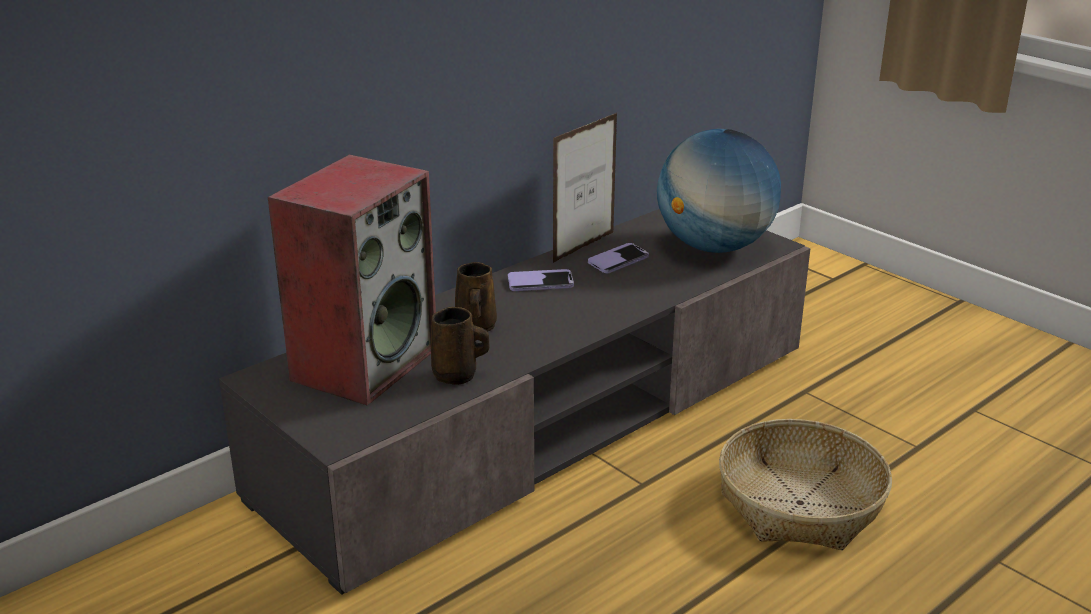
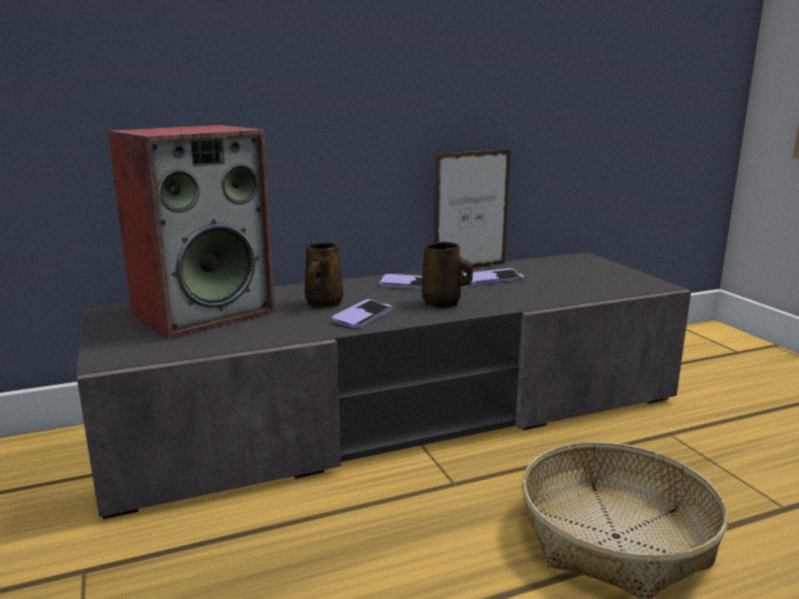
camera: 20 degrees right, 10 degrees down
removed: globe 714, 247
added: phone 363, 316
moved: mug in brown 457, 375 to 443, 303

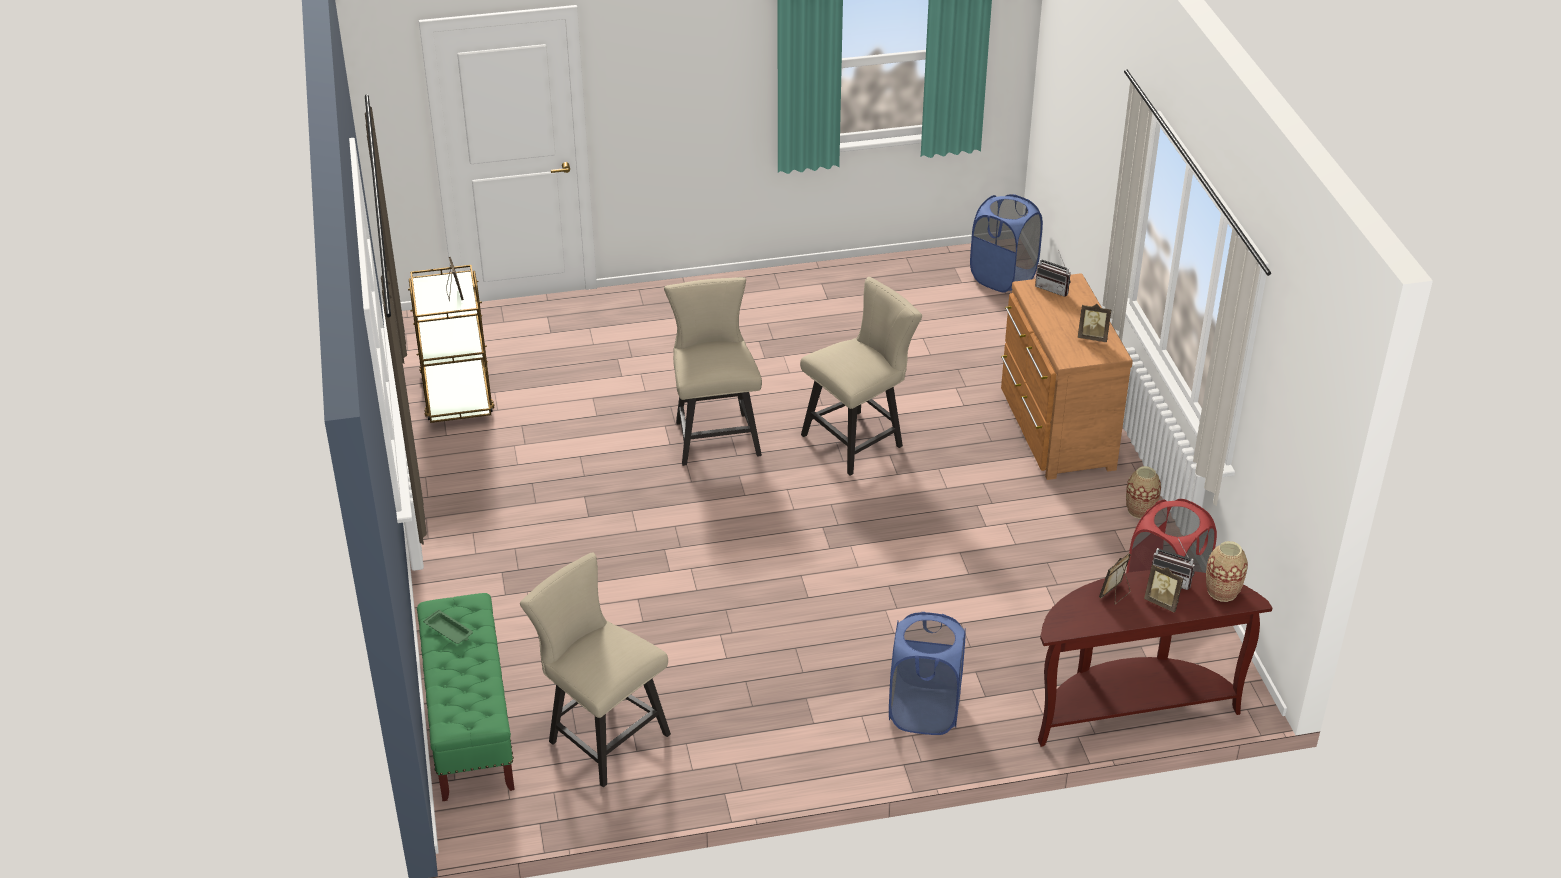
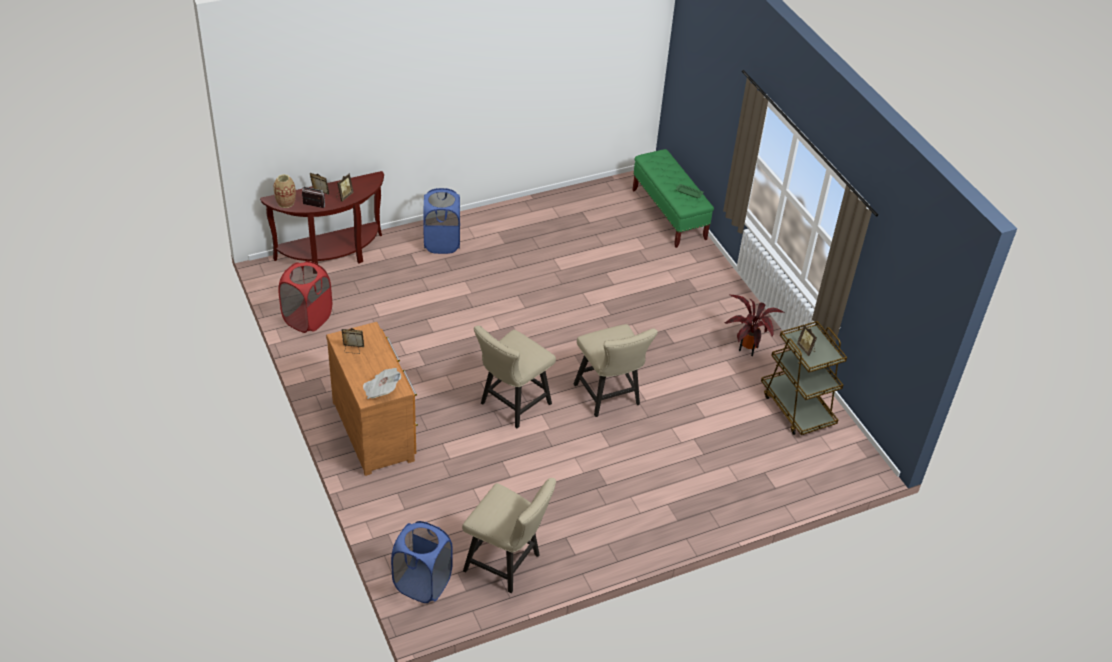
camera: 165 degrees right, 5 degrees up
removed: vase 1140, 510
added: potted plant 746, 350
moved: chair in beige 602, 735 to 507, 564
replaced: radio 1054, 288 to newspaper 381, 390

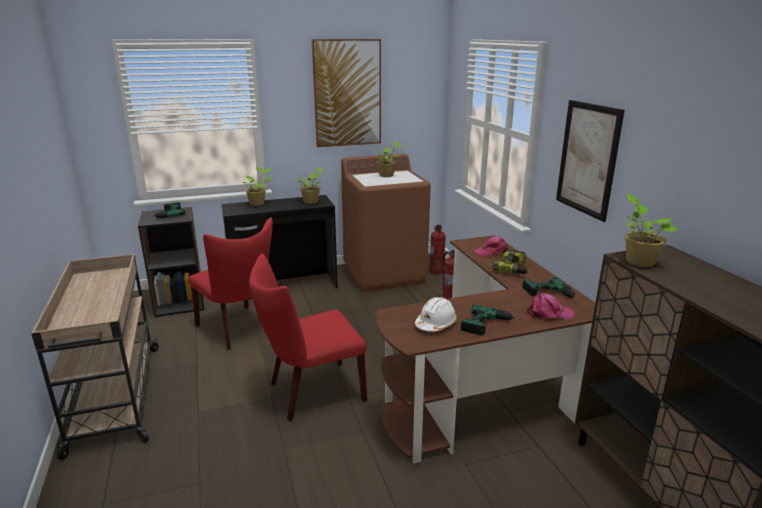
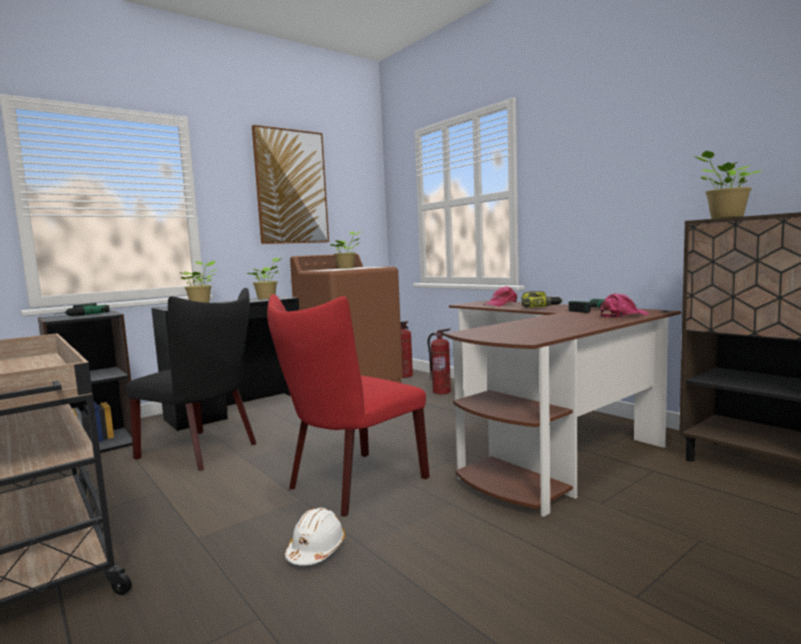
camera: 20 degrees left, 15 degrees down
removed: power drill 492, 326; picture 587, 159
moved: hard hat in white 436, 324 to 316, 550
recoloured: chair in red 240, 329 to chair in black 204, 451

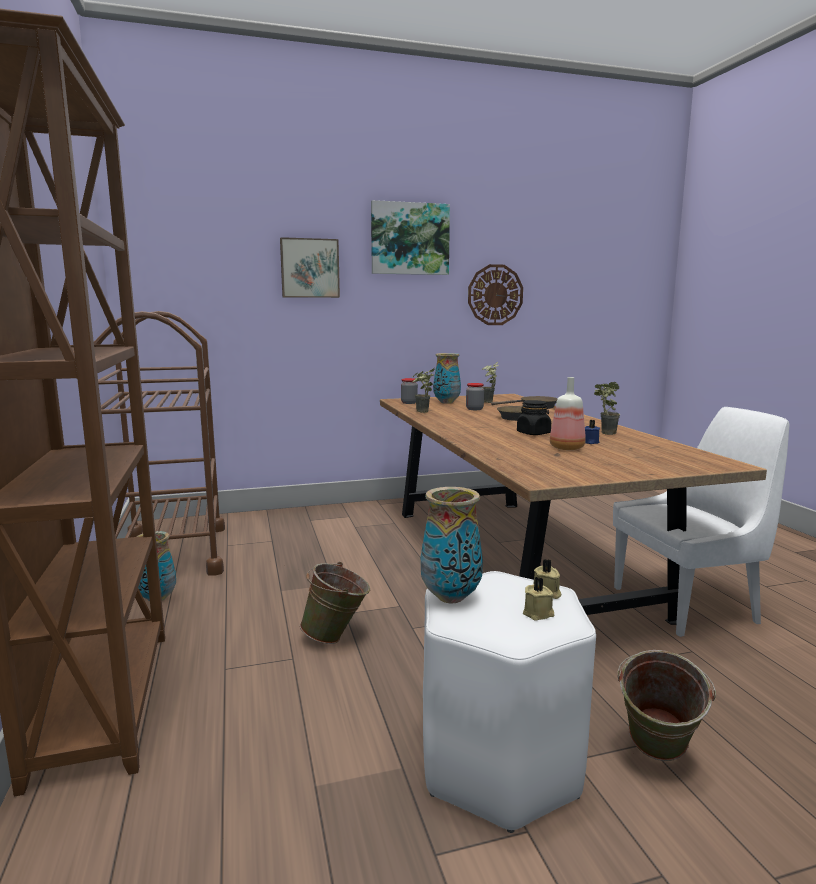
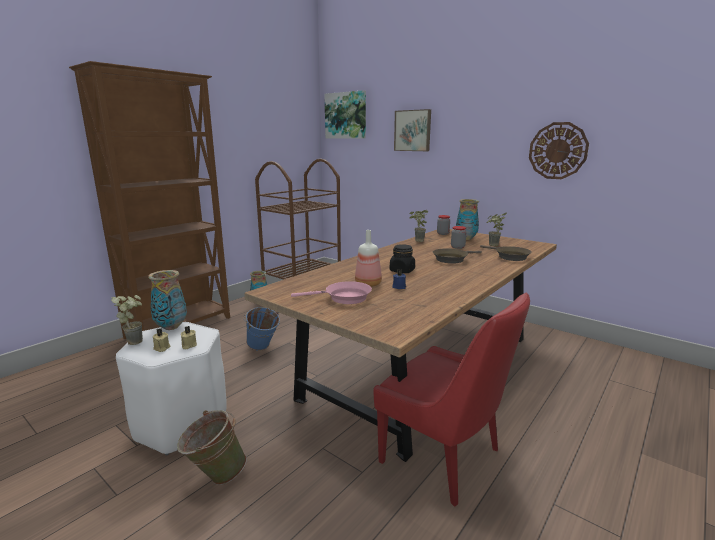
camera: 55 degrees right, 5 degrees up
added: frying pan in pink 344, 298
moved: potted plant 604, 433 to 135, 340; picture 409, 239 to 346, 115
recoloured: bucket in green 337, 637 to bucket in blue 263, 349; chair in white 688, 604 to chair in red 444, 458

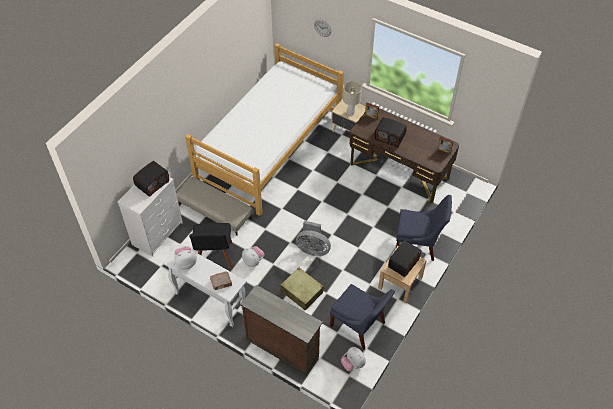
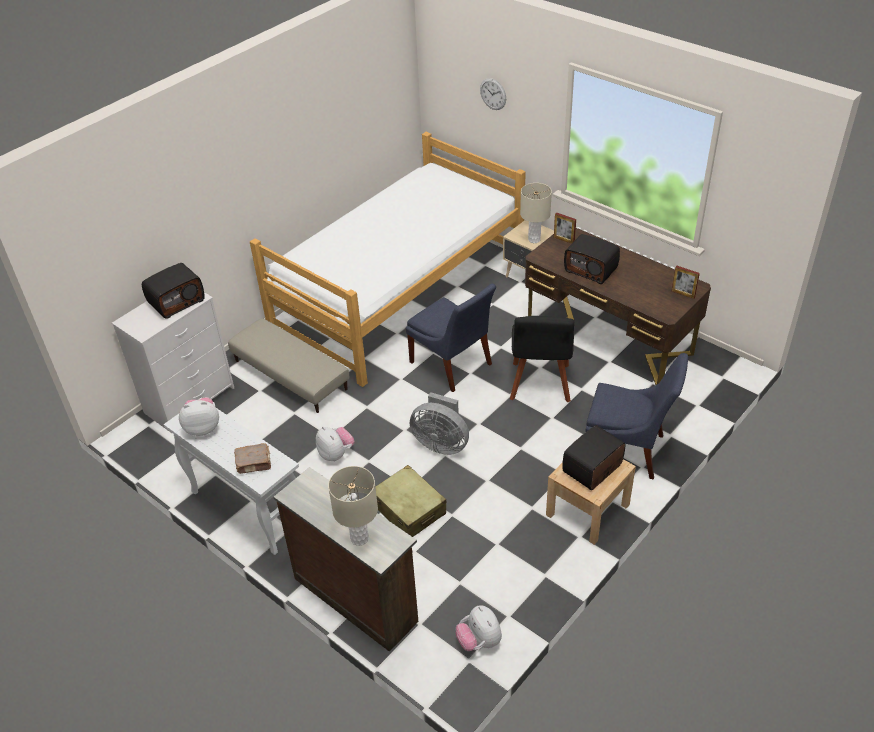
camera: 10 degrees right, 10 degrees down
added: table lamp in beige 359, 538
moved: chair in blue 359, 326 to 452, 365; chair in black 214, 258 to 540, 385

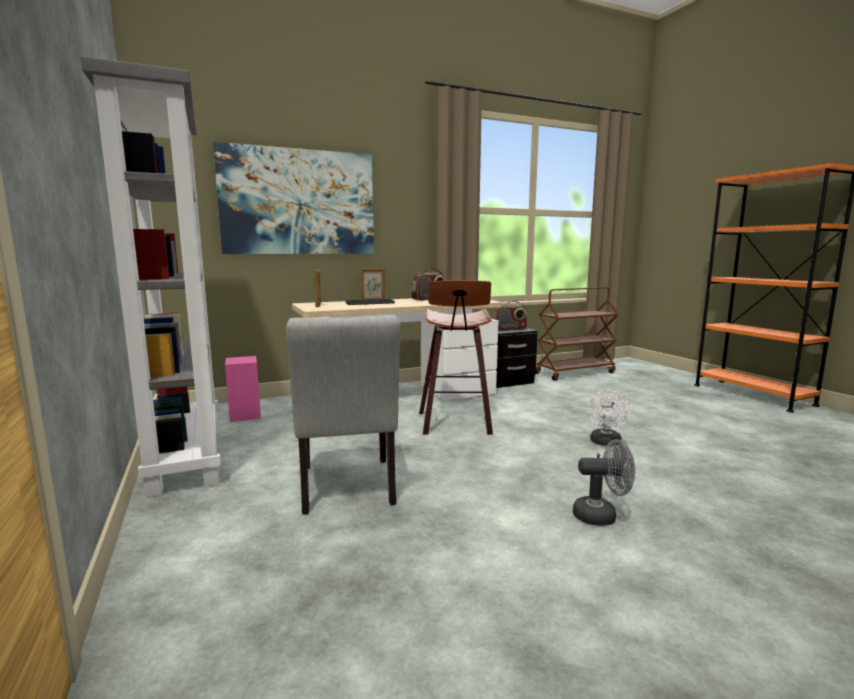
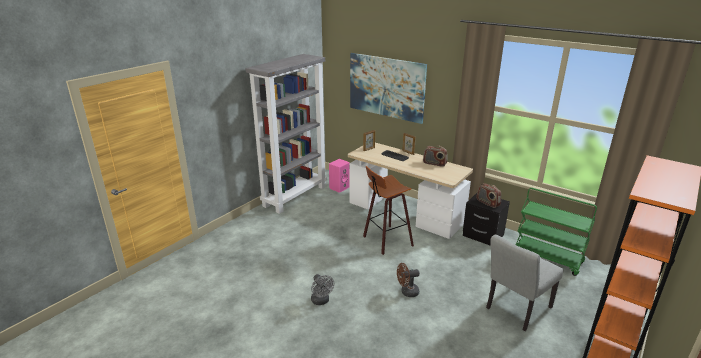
camera: 60 degrees right, 15 degrees up
moved: chair in grey 347, 489 to 515, 310
recoloured: fan in white 606, 443 to fan in brown 407, 292; cart in brown 574, 373 to cart in green 547, 258

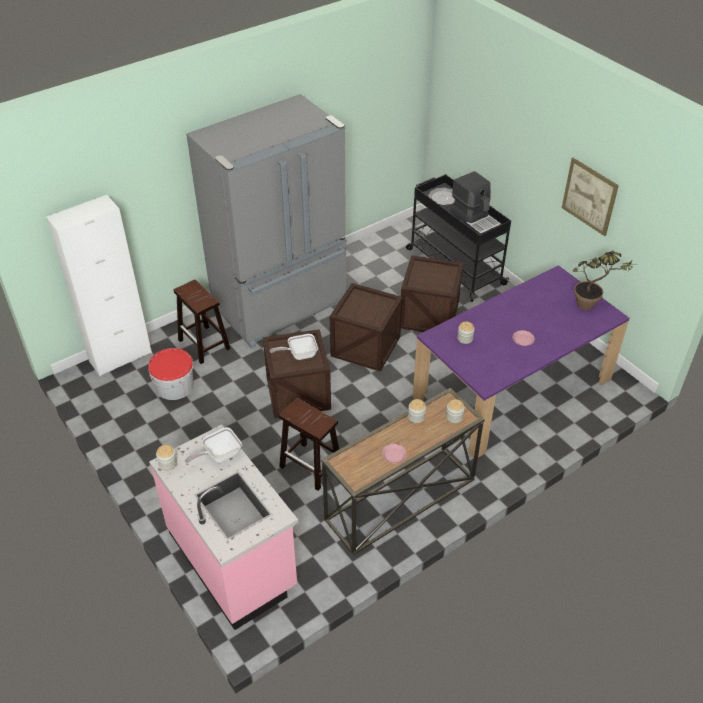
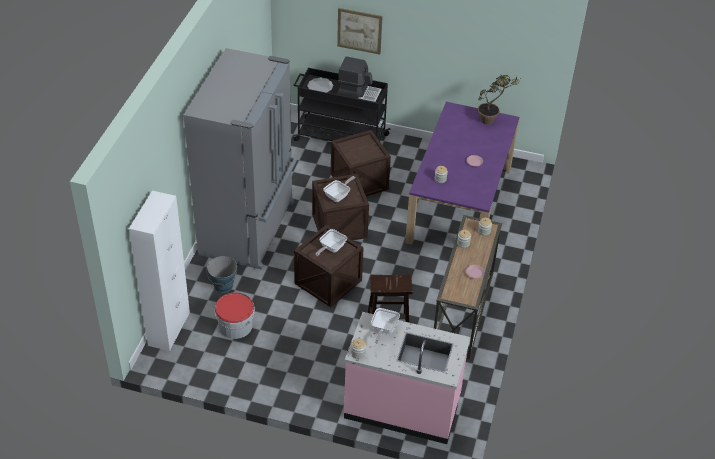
camera: 40 degrees left, 0 degrees up
added: frying pan 338, 196
moved: picture 589, 196 to 359, 30
replaced: stool in brown 204, 345 to bucket 223, 285

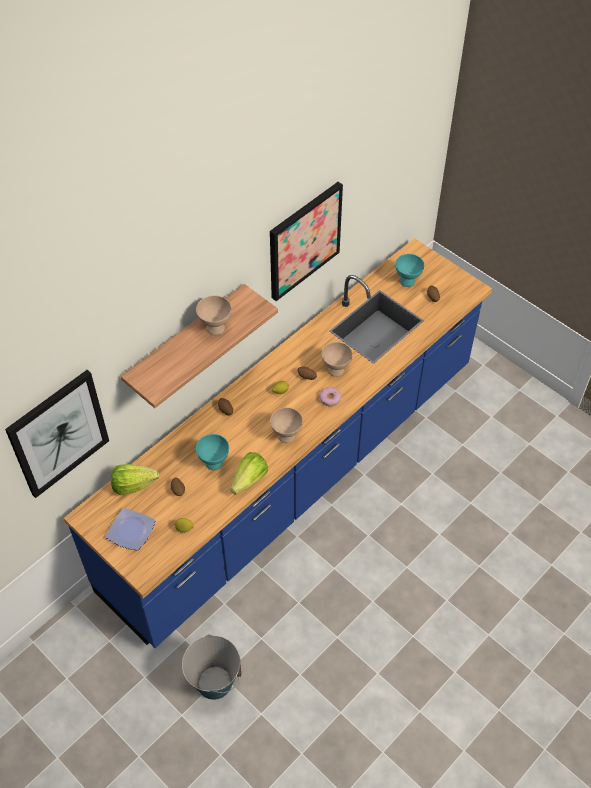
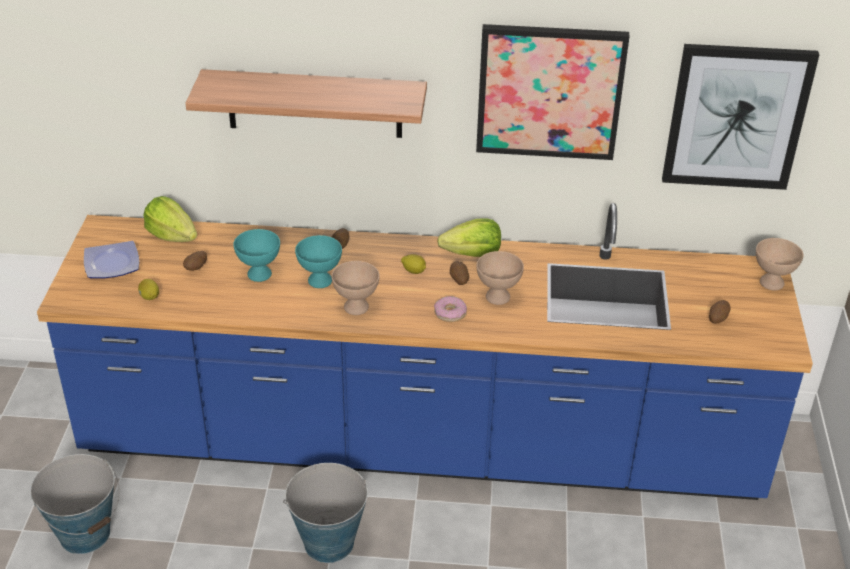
camera: 50 degrees right, 15 degrees down
added: bucket 328, 543
moved: bowl in turquoise 408, 281 to 320, 281; lettuce 249, 480 to 472, 254; picture 58, 433 to 736, 117; bowl in beige 216, 328 to 772, 283

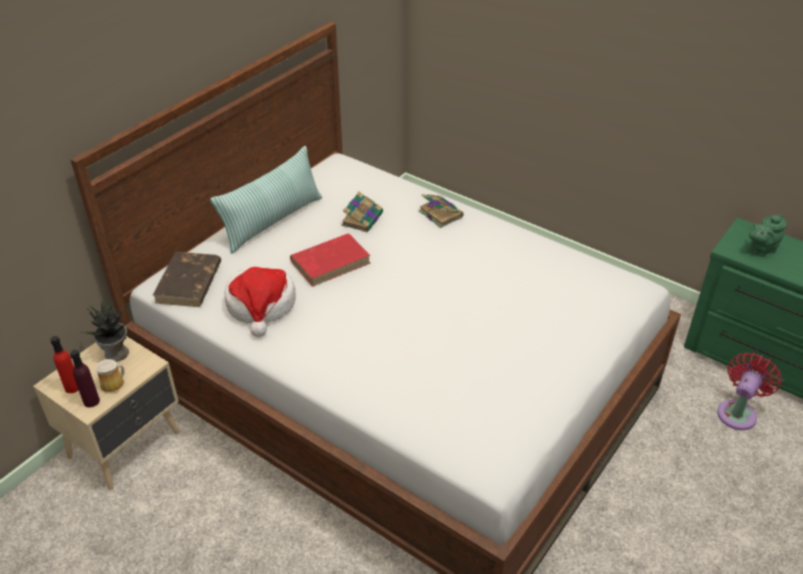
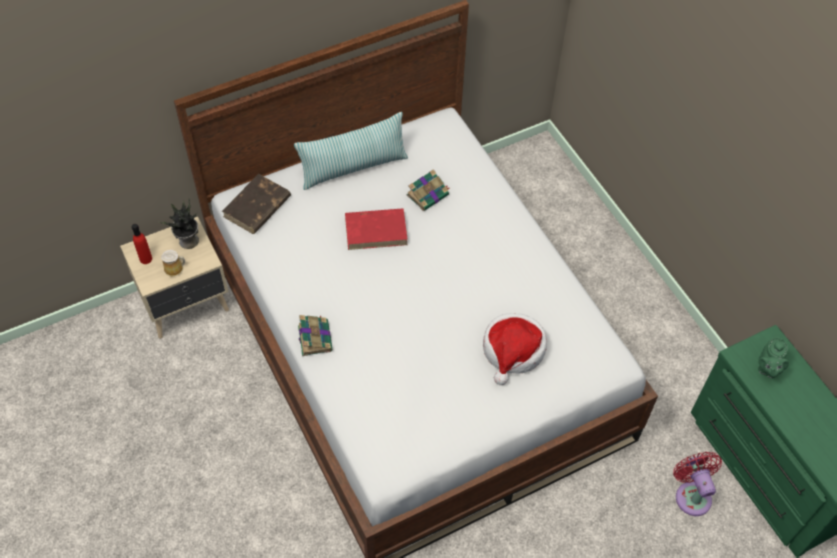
camera: 25 degrees right, 15 degrees up
removed: bottle in purple 91, 401
moved: book 440, 213 to 314, 337; hat 261, 305 to 513, 350
turned: fan in red 738, 412 = 692, 495 75 degrees counterclockwise; teapot in green 760, 249 = 767, 368 75 degrees counterclockwise

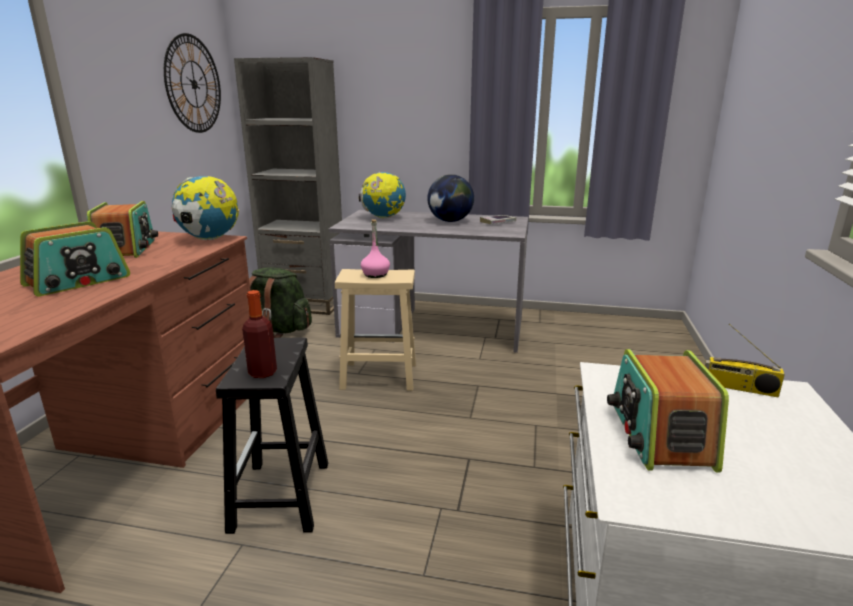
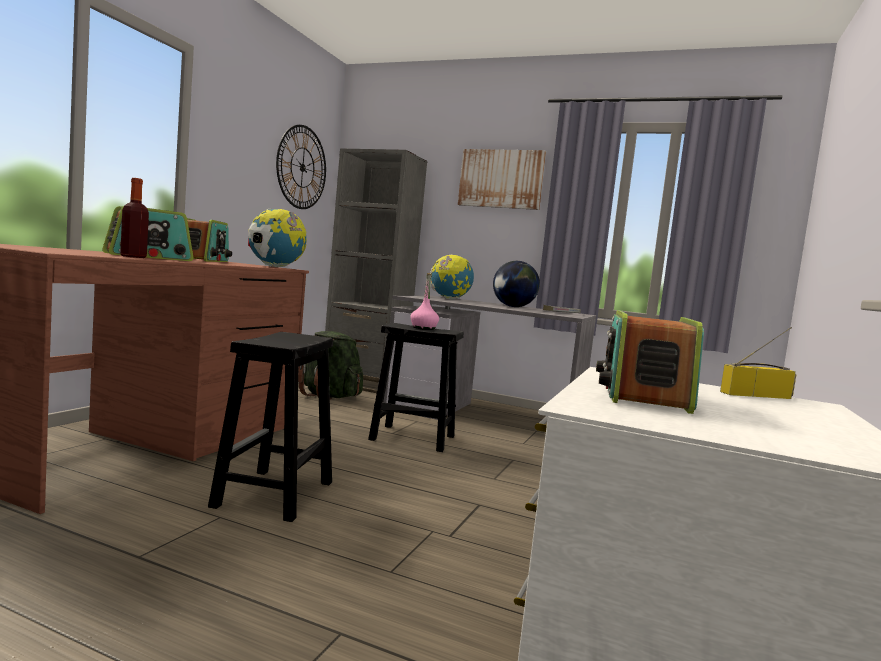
camera: 10 degrees right, 15 degrees down
added: picture 501, 179
moved: bottle 262, 373 to 133, 257
recoloured: stool in beige 377, 376 to stool in black 411, 438
turned: radio 739, 388 = 756, 395 135 degrees clockwise

